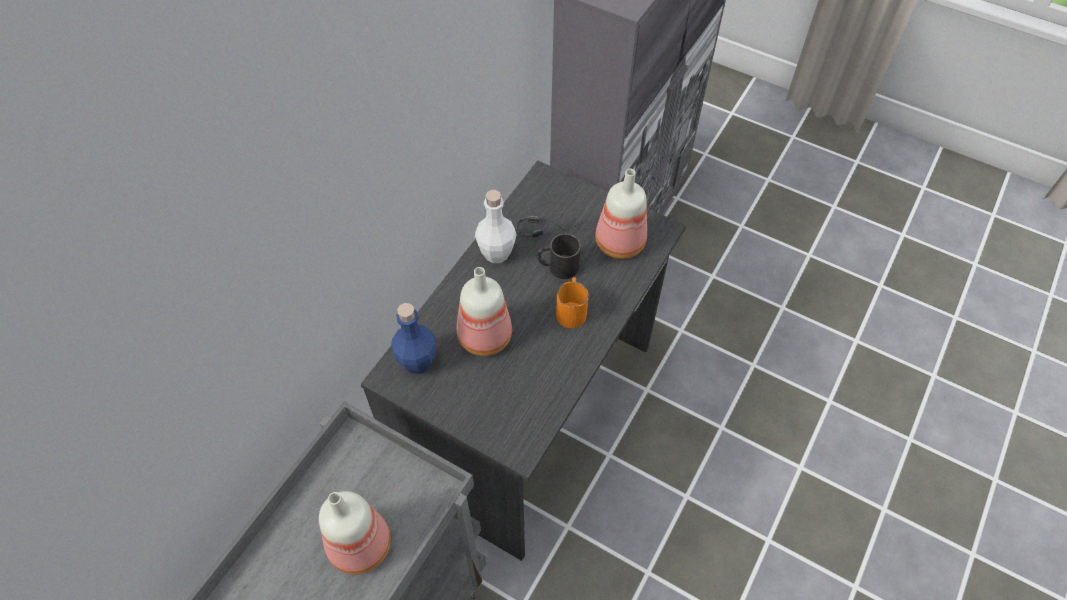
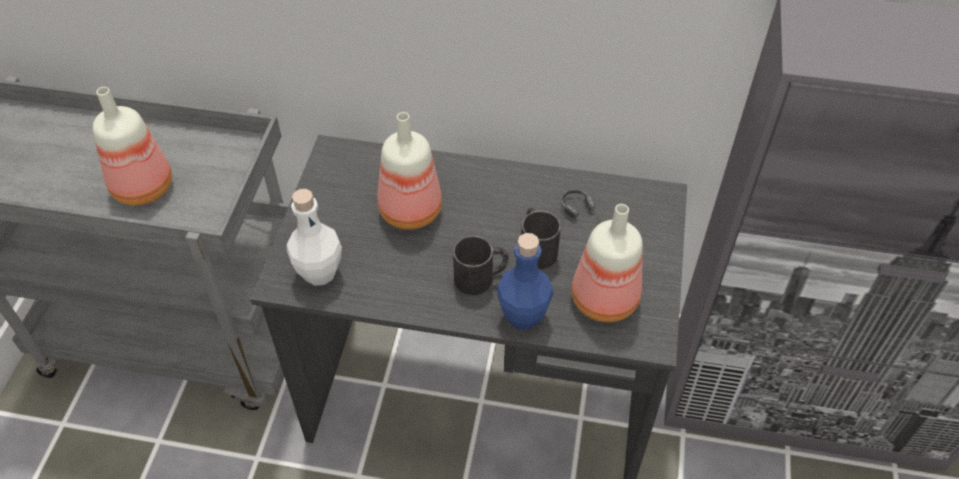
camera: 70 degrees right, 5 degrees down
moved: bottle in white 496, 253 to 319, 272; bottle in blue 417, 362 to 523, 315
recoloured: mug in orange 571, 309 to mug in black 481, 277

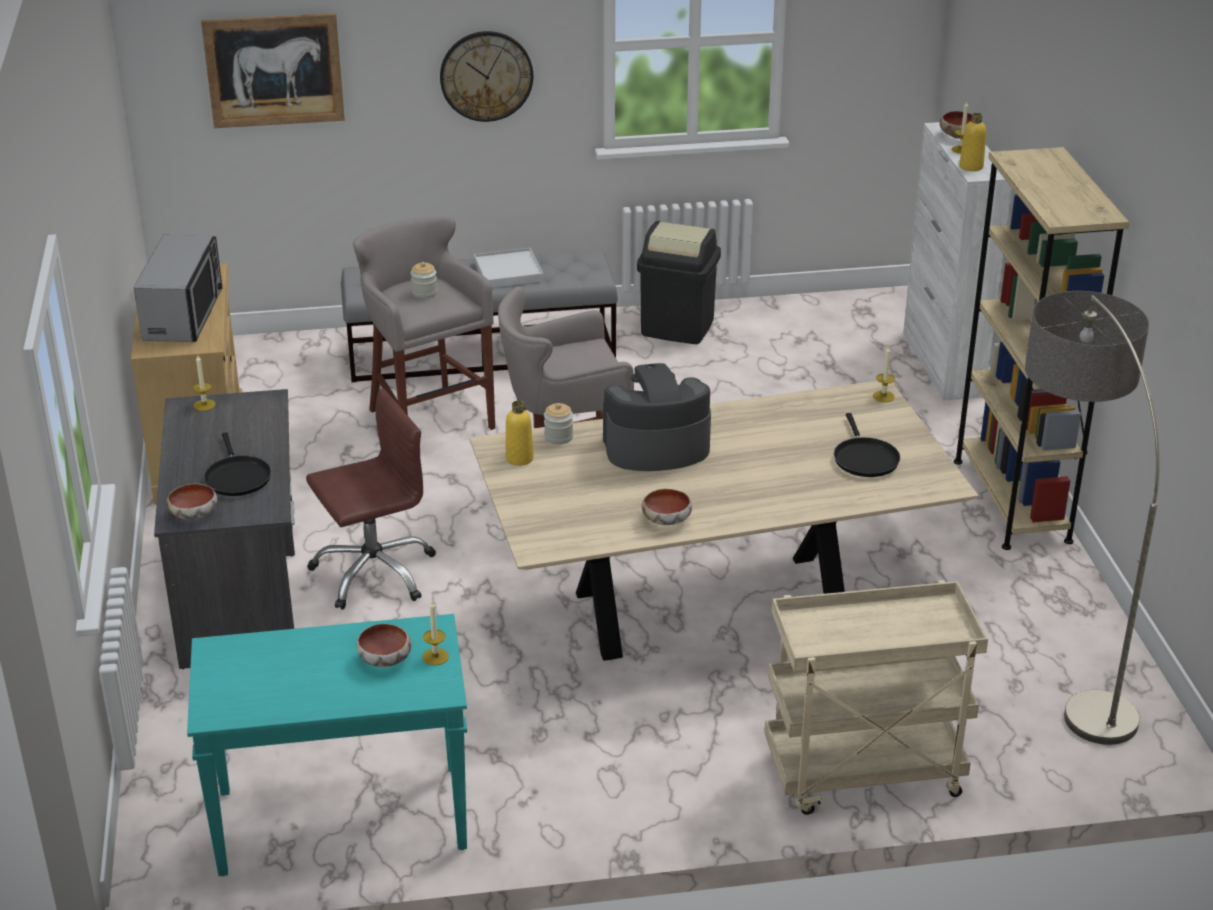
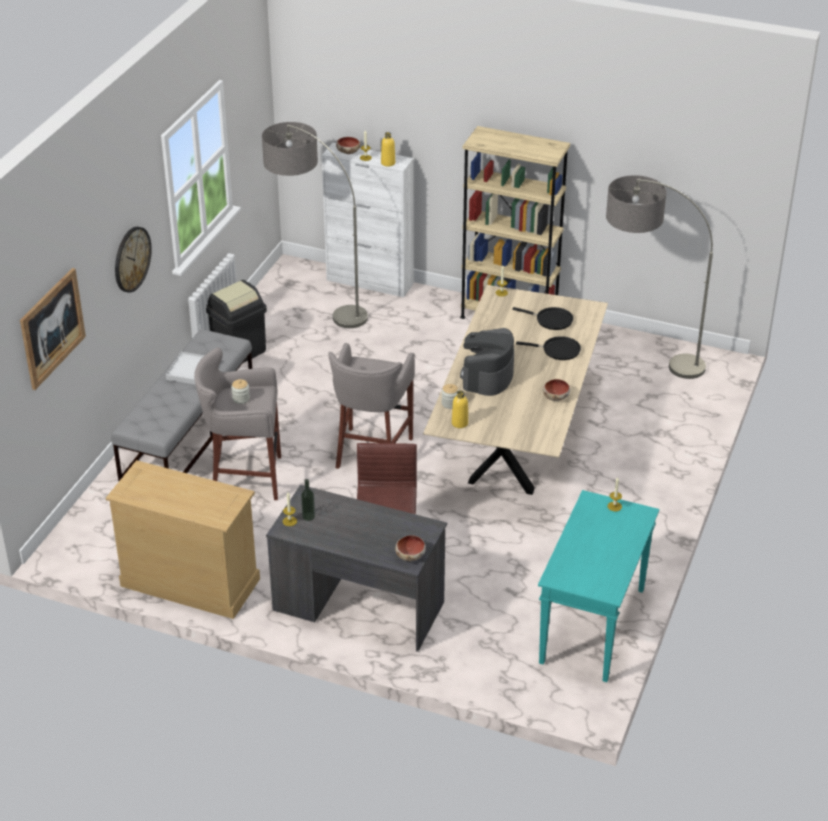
camera: 60 degrees left, 5 degrees up
removed: microwave 184, 315; bowl 385, 660; cart in beige 862, 775
added: floor lamp 315, 305; bottle 308, 516
moved: frying pan in black 237, 477 to 558, 350

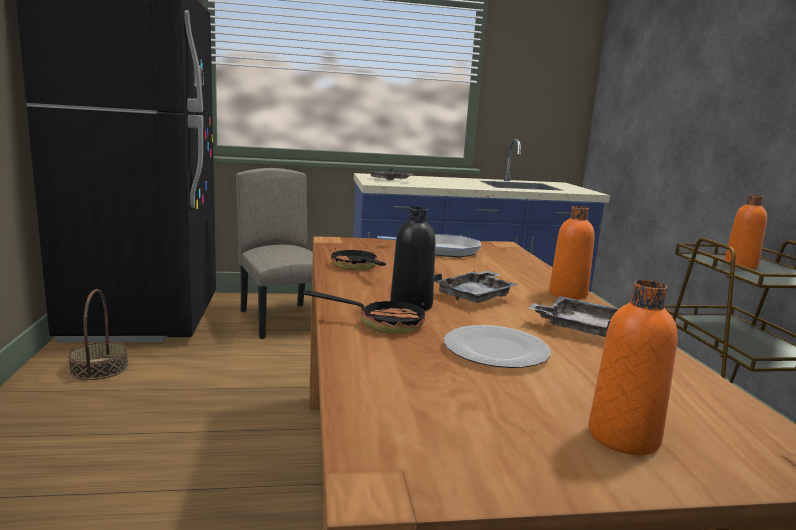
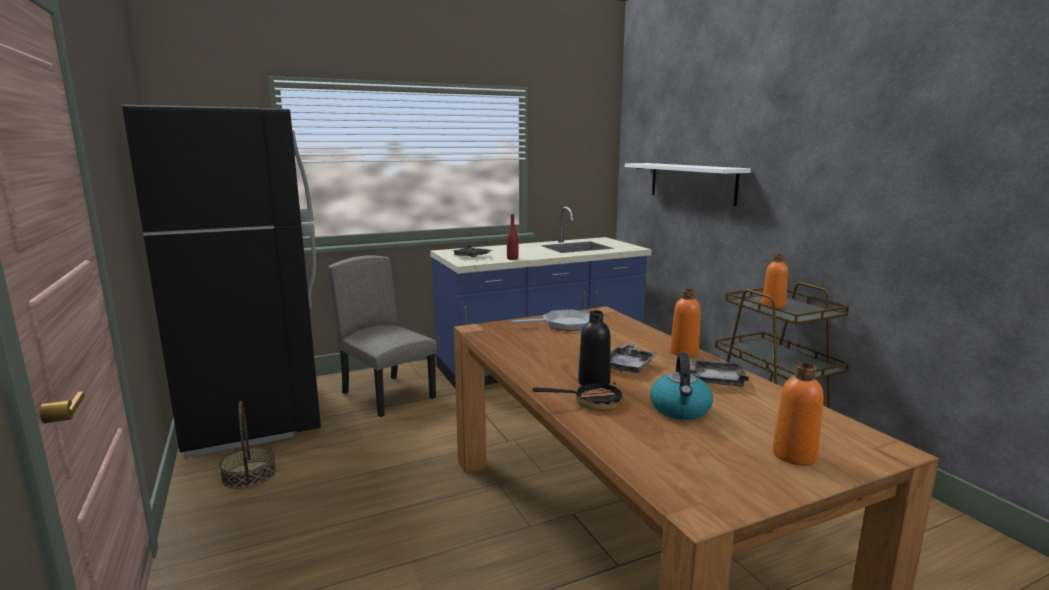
camera: 15 degrees left, 0 degrees up
removed: frying pan 356, 268
added: bottle in red 512, 259; shelf in white 692, 182
replaced: plate 497, 350 to kettle 680, 410

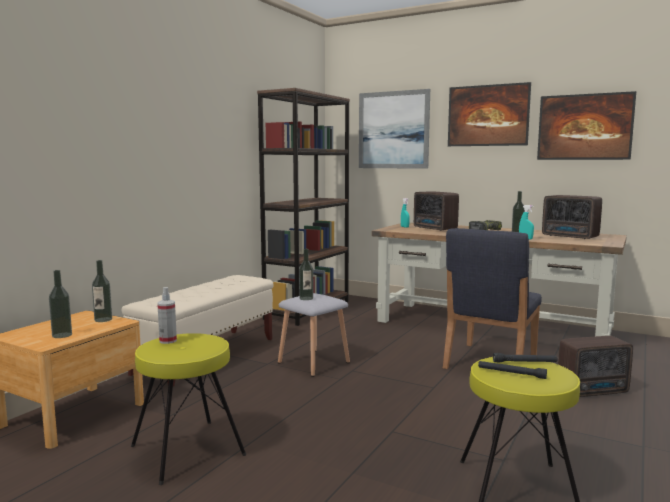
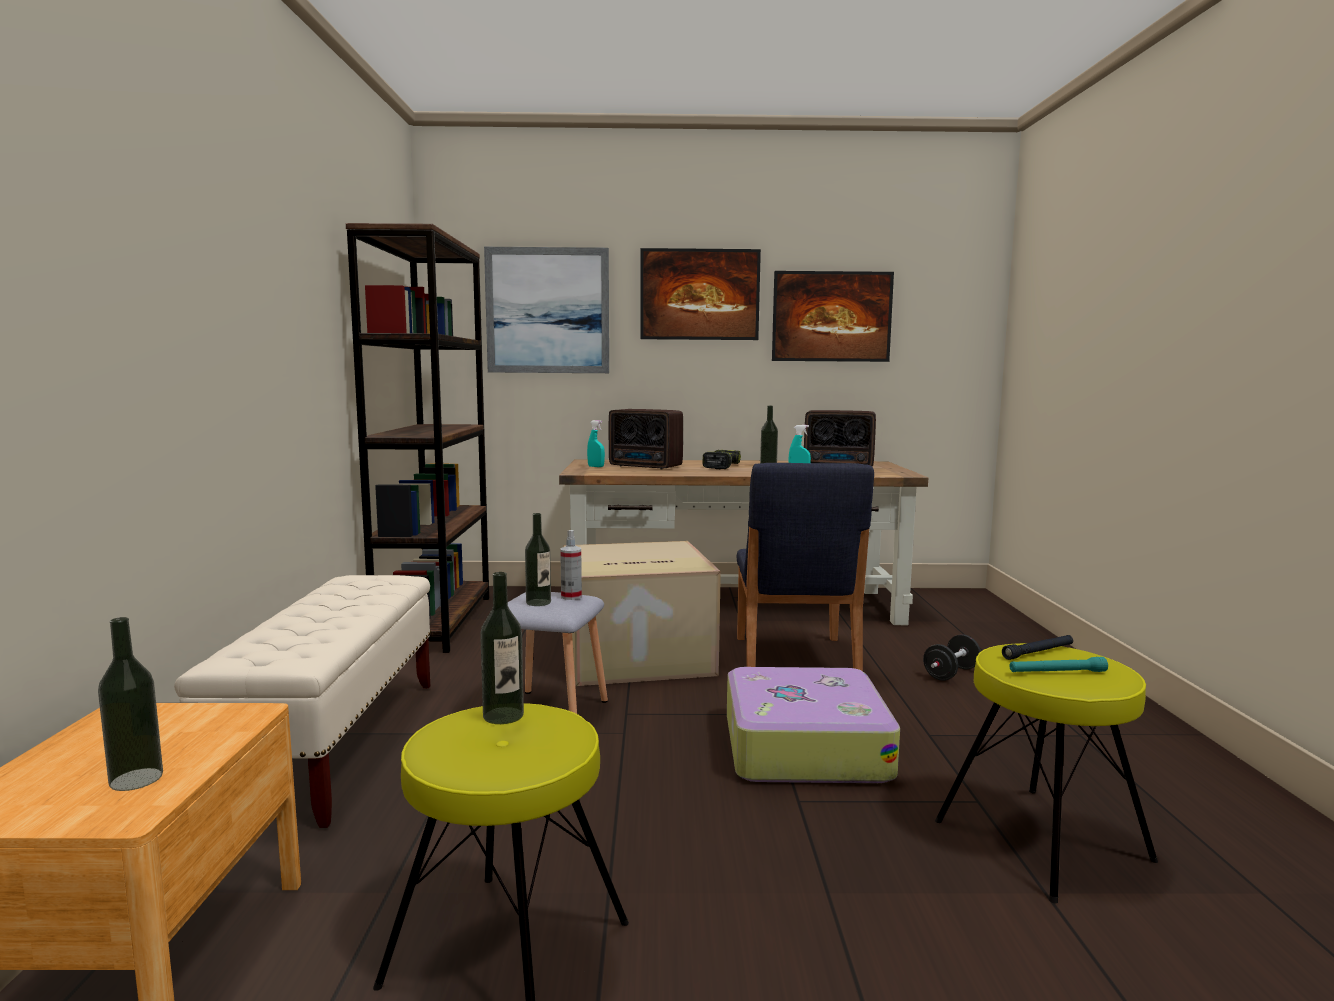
camera: 30 degrees left, 0 degrees up
added: cardboard box 634, 656; suitcase 803, 746
moved: bottle 103, 319 to 503, 715; spray bottle 168, 341 to 571, 596
replaced: radio 594, 391 to dumbbell in black 951, 673
recoloured: flashlight in black 511, 373 to flashlight in turquoise 1057, 672

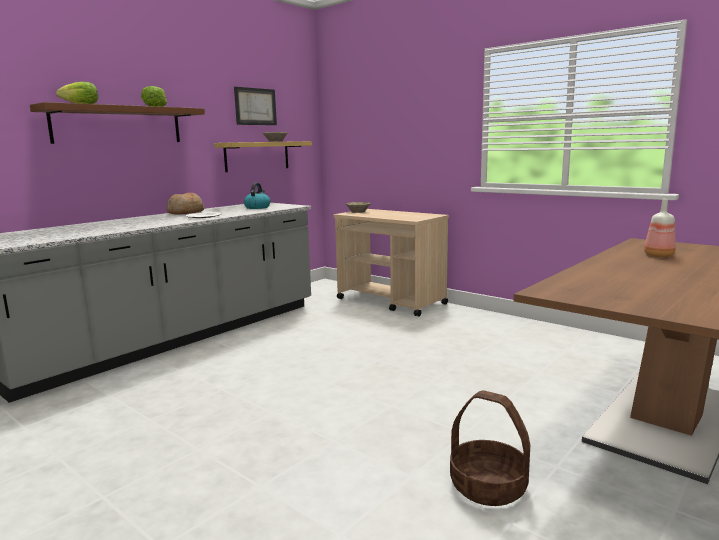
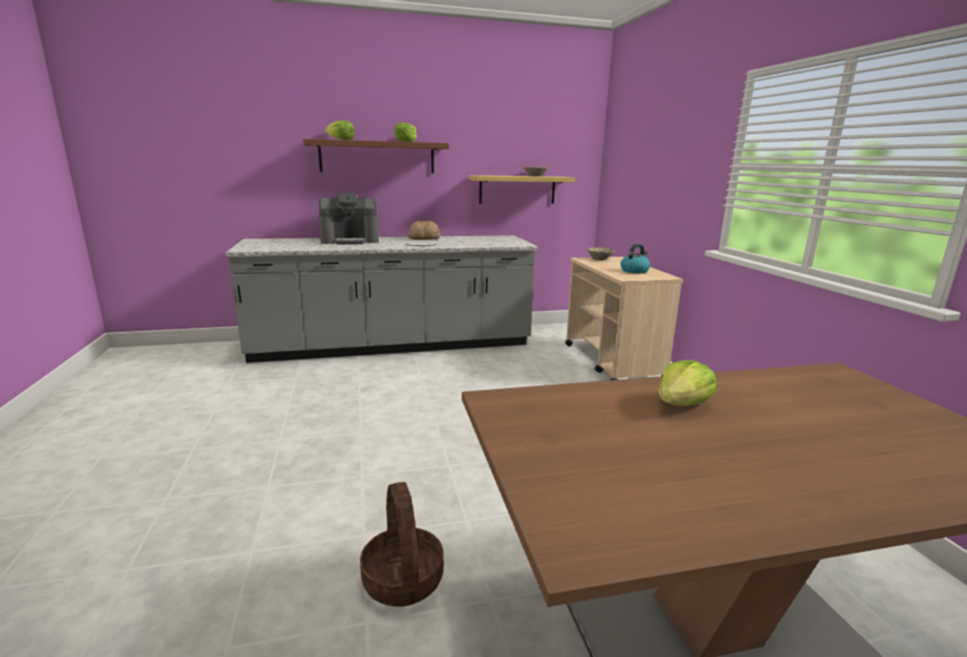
camera: 35 degrees right, 5 degrees up
removed: picture 255, 106; bottle 657, 255
added: coffee machine 350, 240; lettuce 682, 404
moved: kettle 257, 207 to 634, 271

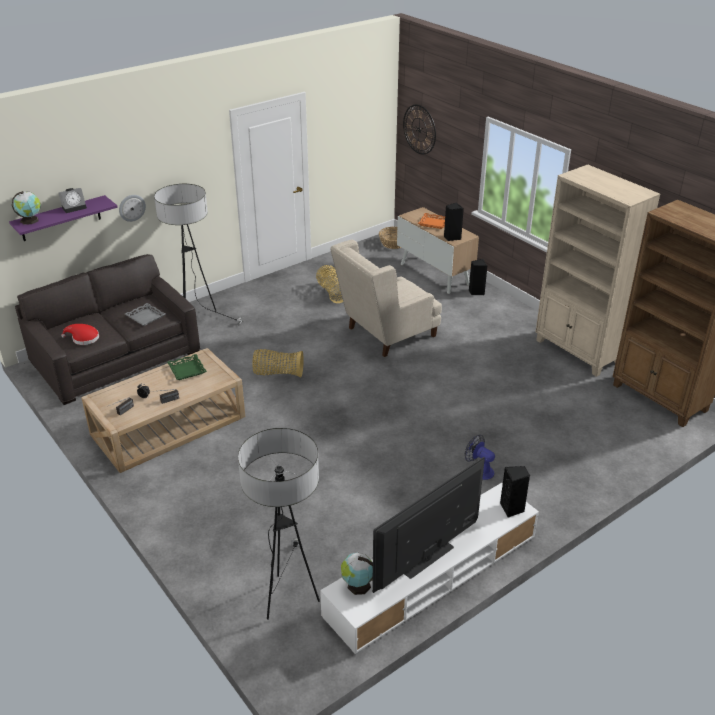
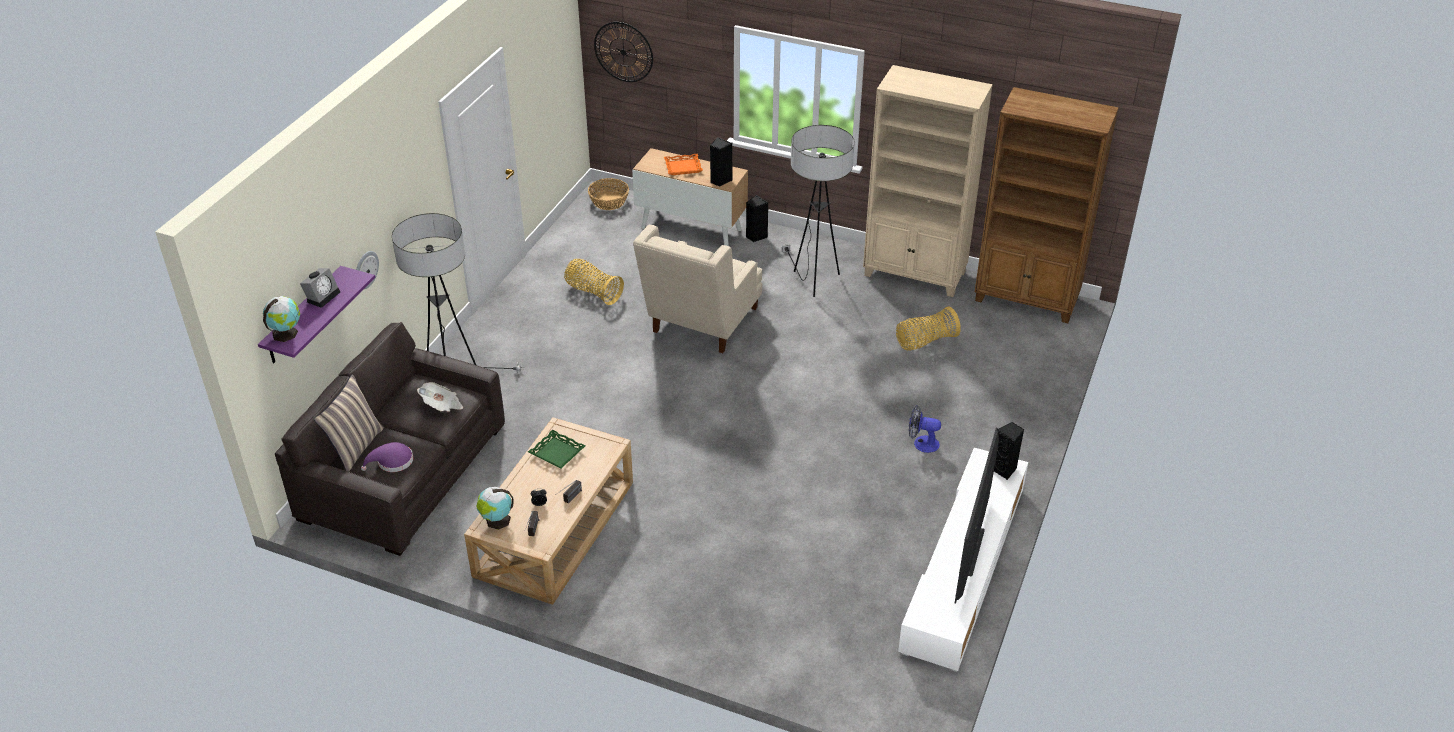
camera: 30 degrees left, 5 degrees up
added: pillow 355, 447
moved: globe 357, 585 to 496, 521; floor lamp 288, 598 to 813, 282; basket 278, 373 to 925, 341
replaced: tray in grey 145, 317 to newspaper 442, 406
recoloured: hat in red 83, 338 to hat in purple 392, 462

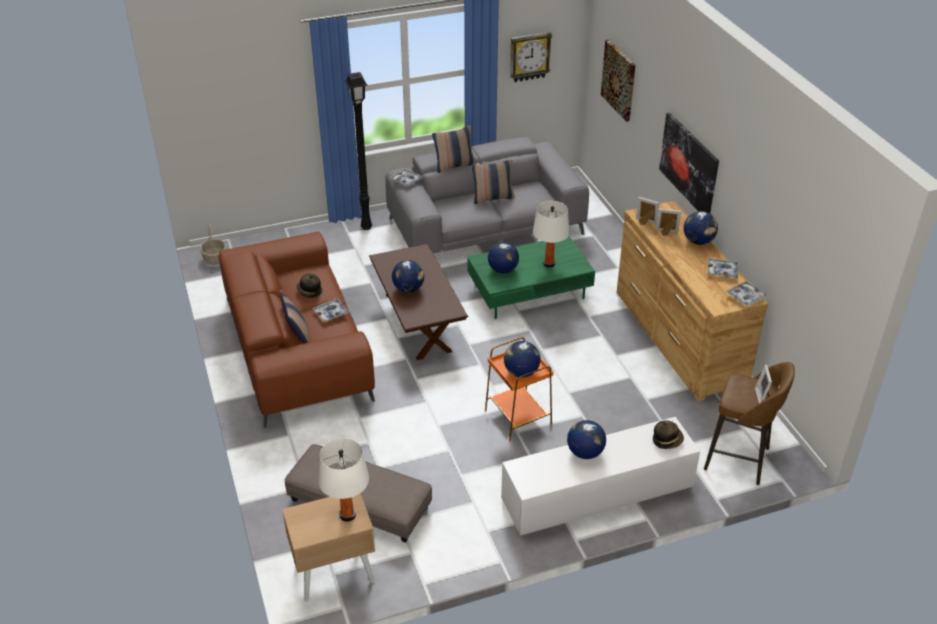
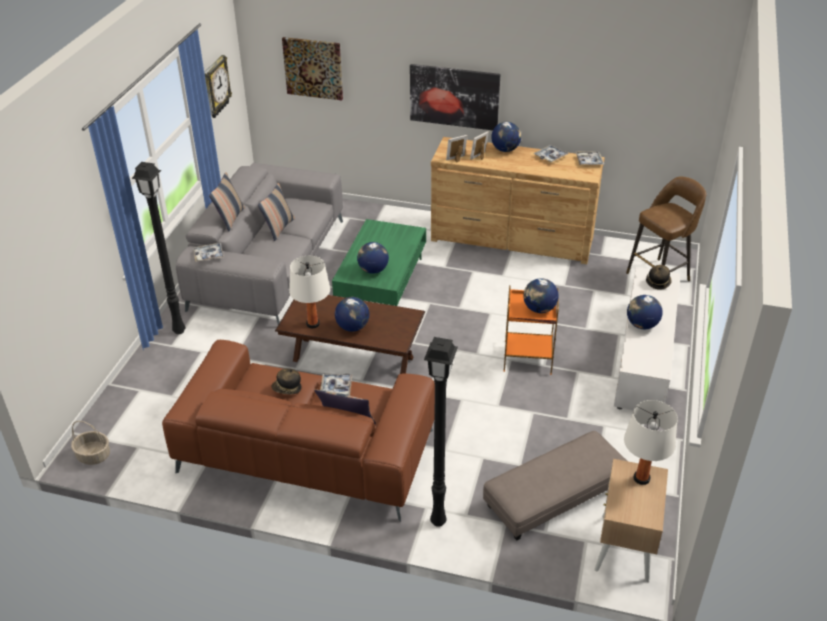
camera: 55 degrees left, 0 degrees up
removed: picture frame 763, 396
added: floor lamp in black 437, 522
moved: table lamp in white 549, 263 to 313, 324

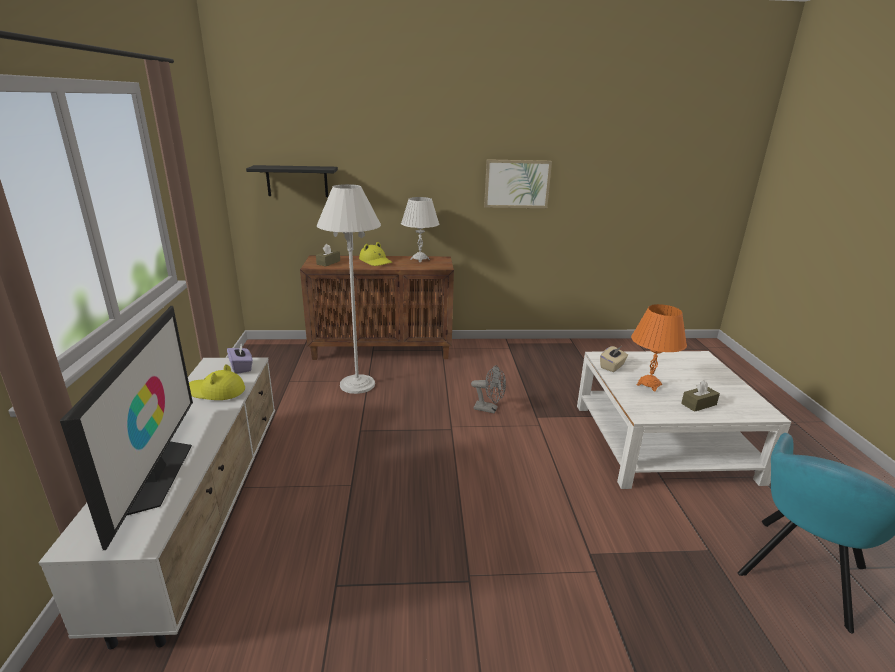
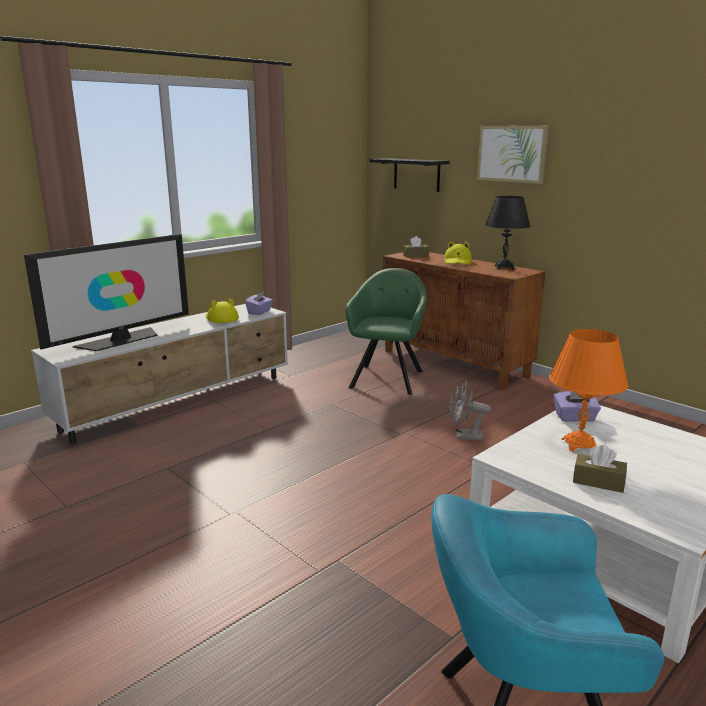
camera: 50 degrees right, 5 degrees down
moved: picture 517, 184 to 512, 154
replaced: floor lamp in white 357, 384 to armchair in green 387, 377
recoloured: table lamp in white 420, 259 to table lamp in black 504, 267; tissue box in beige 612, 366 to tissue box in purple 575, 418
turned: fan in grey 489, 409 = 464, 436 120 degrees clockwise

